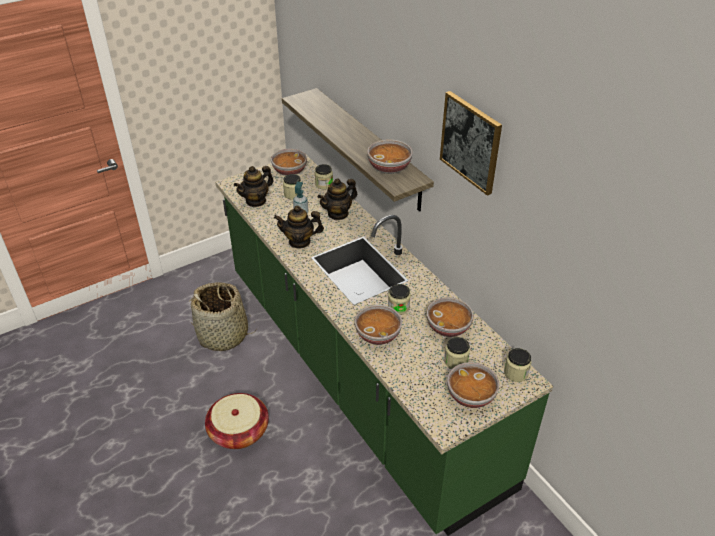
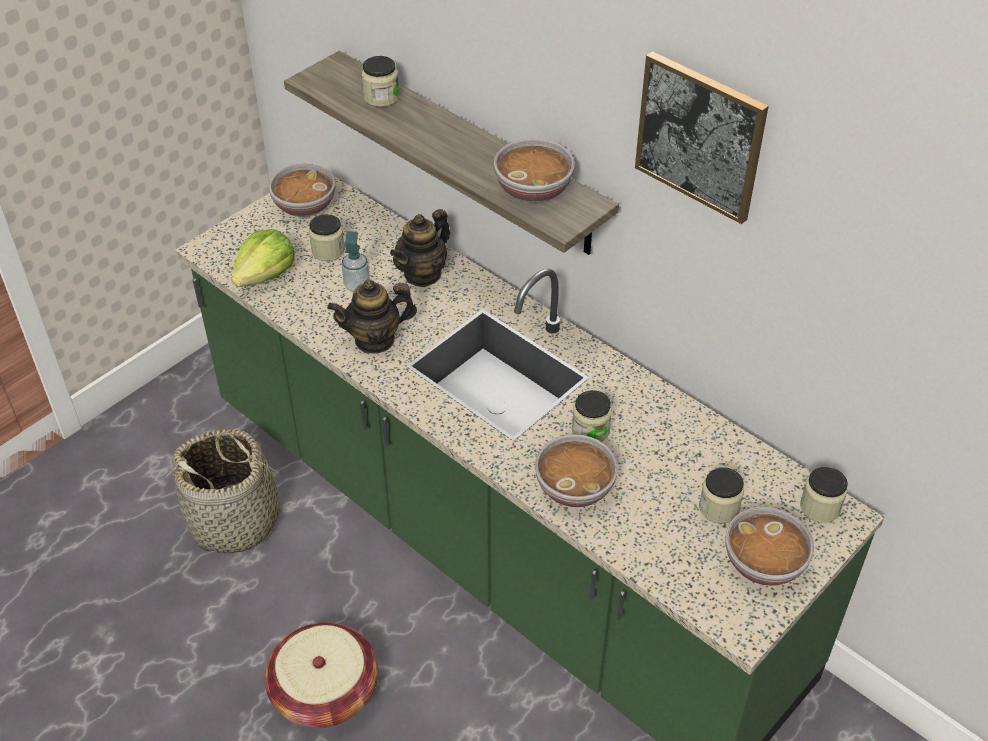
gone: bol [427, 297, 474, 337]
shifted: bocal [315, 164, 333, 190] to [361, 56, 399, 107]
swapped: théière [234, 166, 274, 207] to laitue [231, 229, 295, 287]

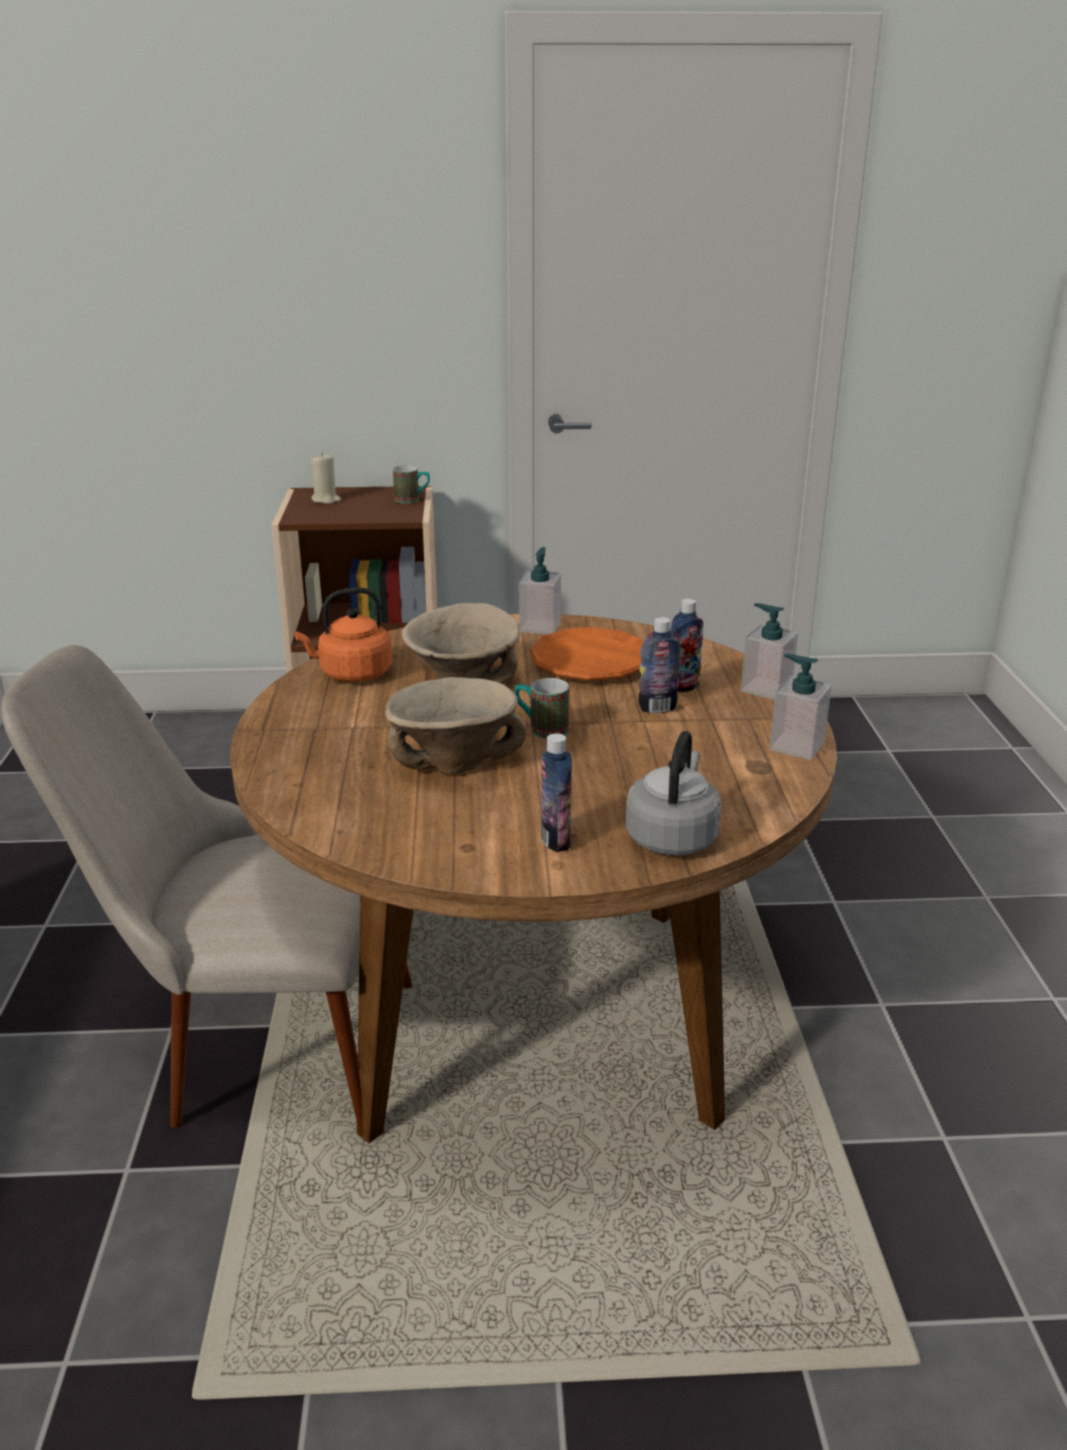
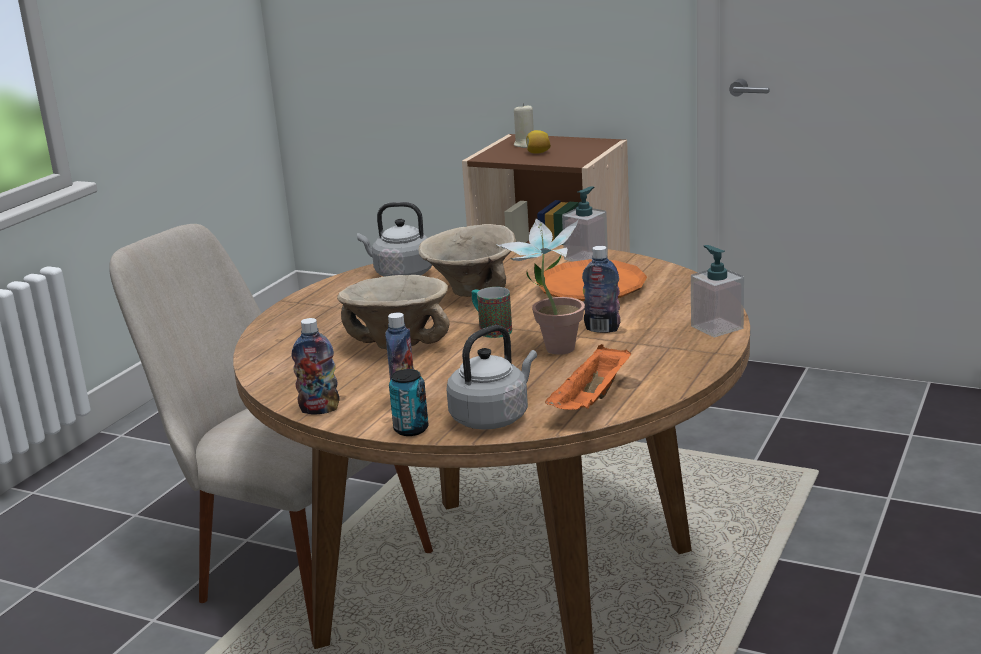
gone: mug [393, 465, 430, 503]; distributeur de savon [769, 654, 832, 760]
new: boîte métallique [389, 369, 429, 436]; plante en pot [496, 218, 585, 355]; citron [526, 130, 551, 154]; plateau (orange) [545, 344, 631, 410]
shifted: bouteille [670, 599, 703, 692] to [292, 318, 339, 414]
repainted: bouilloire (orange) [295, 588, 392, 682] to bouilloire (gris) [357, 202, 432, 277]

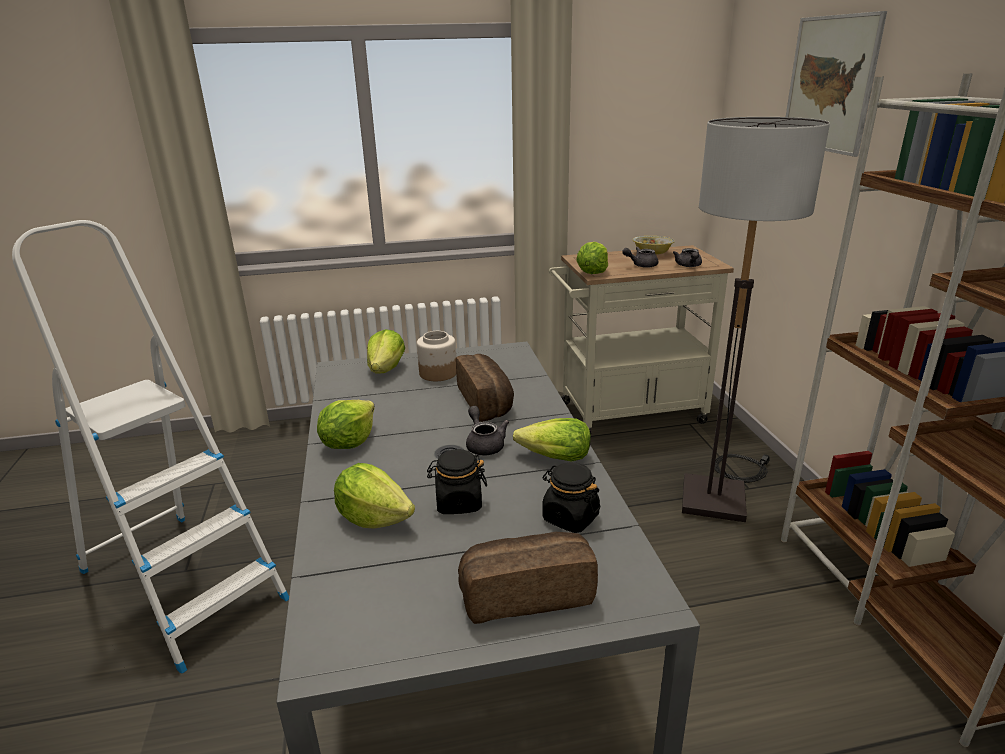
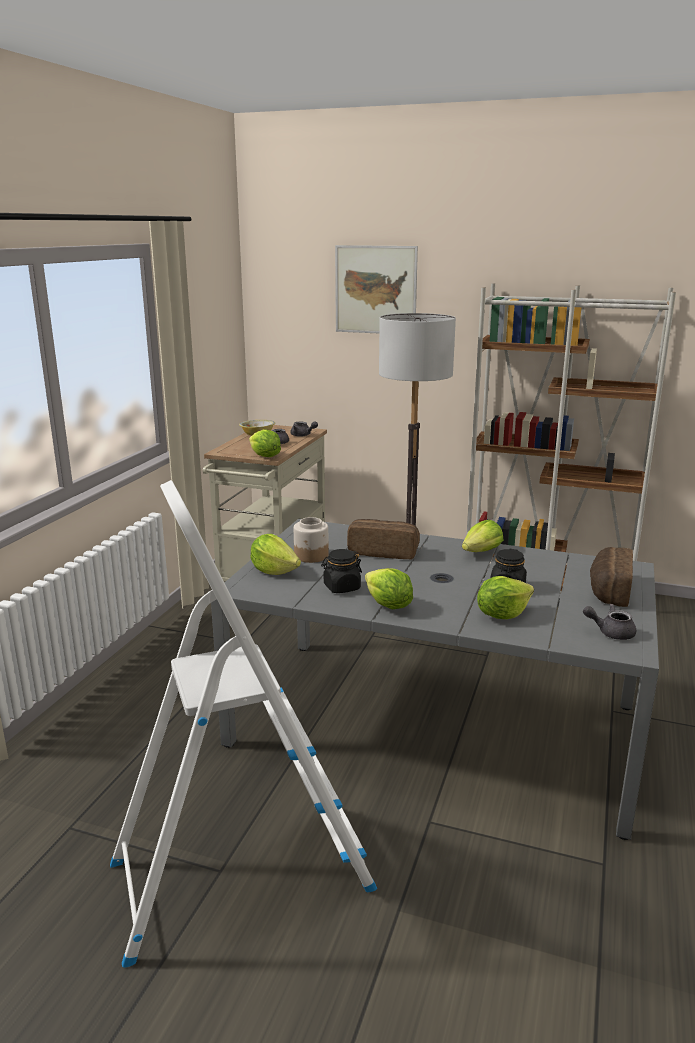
shifted: bocal (noir) [542, 462, 600, 533] to [321, 549, 362, 593]; théière (gris) [466, 406, 509, 455] to [583, 604, 636, 640]

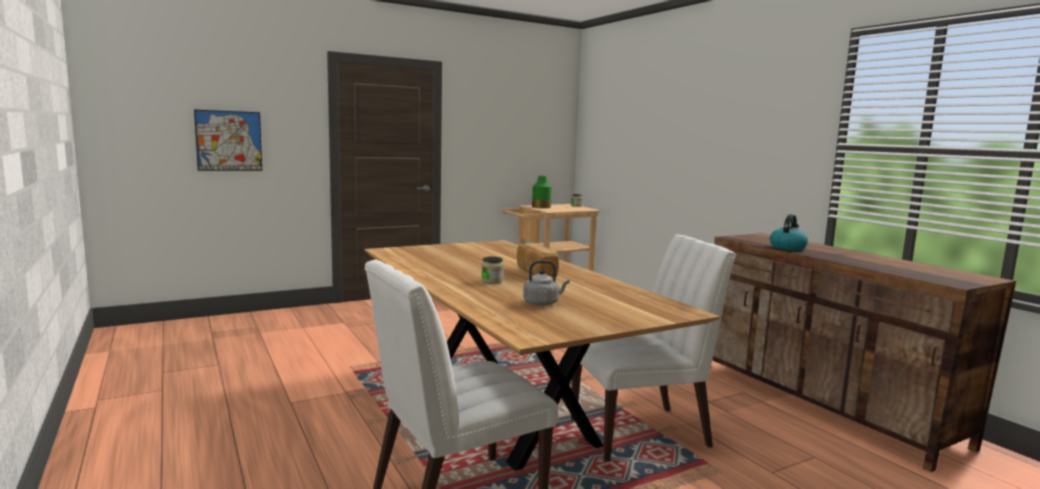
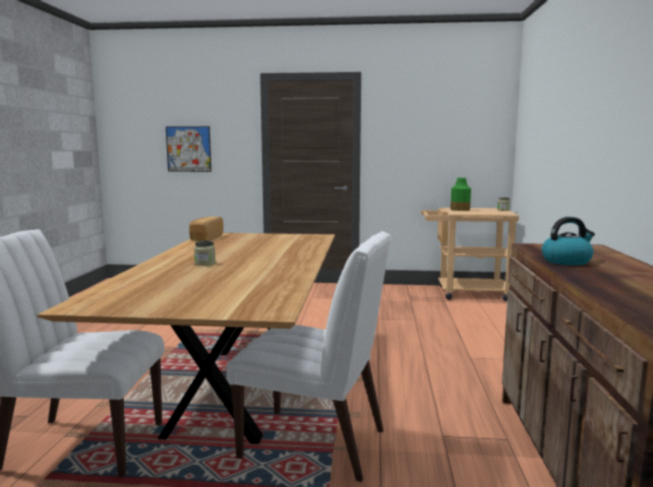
gone: bouilloire (gris) [523, 260, 570, 306]
shifted: pain [517, 243, 559, 277] to [189, 217, 224, 241]

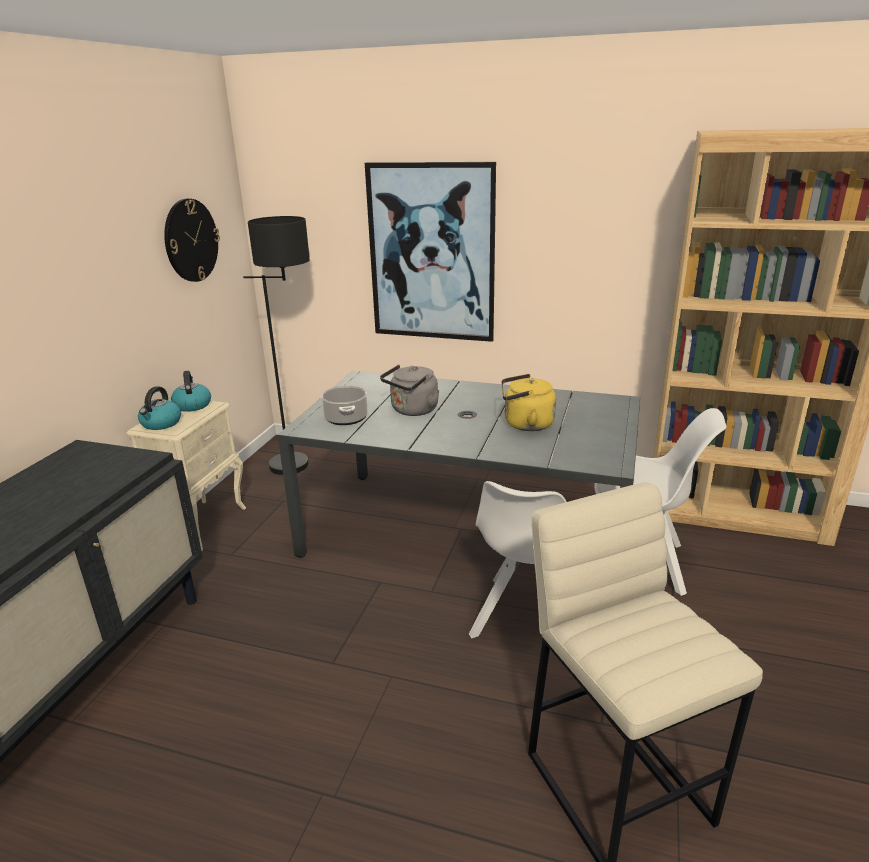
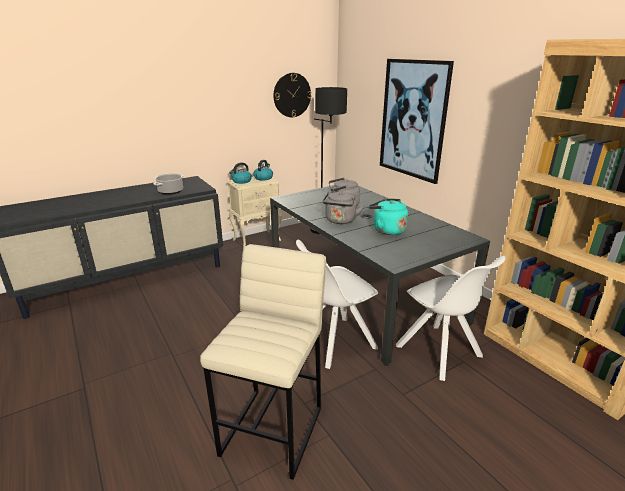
new: bouilloire (gris) [323, 191, 364, 224]
shifted: marmite [321, 386, 368, 425] to [154, 174, 184, 195]
repainted: bouilloire (jaune) [501, 374, 556, 431] to bouilloire (turquoise) [368, 199, 408, 235]

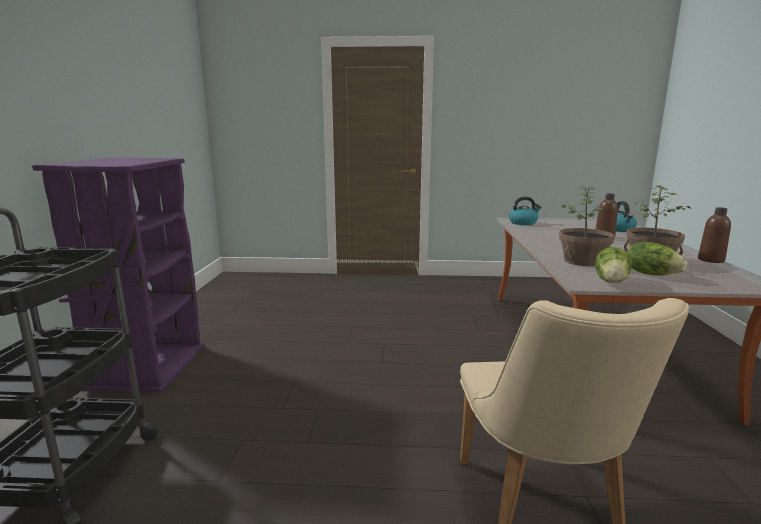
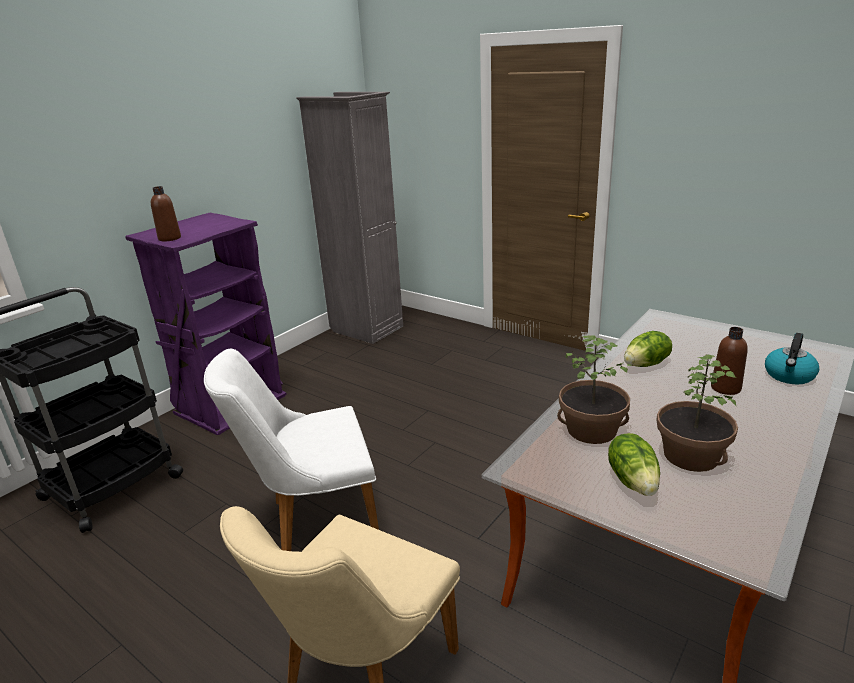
gone: bouilloire [509, 196, 541, 225]
new: chaise (blanc) [204, 349, 379, 551]; meuble de rangement (gris) [296, 92, 403, 344]
shifted: bouteille (marron) [698, 207, 731, 263] to [151, 186, 181, 241]; laitue [595, 247, 632, 283] to [624, 331, 672, 367]

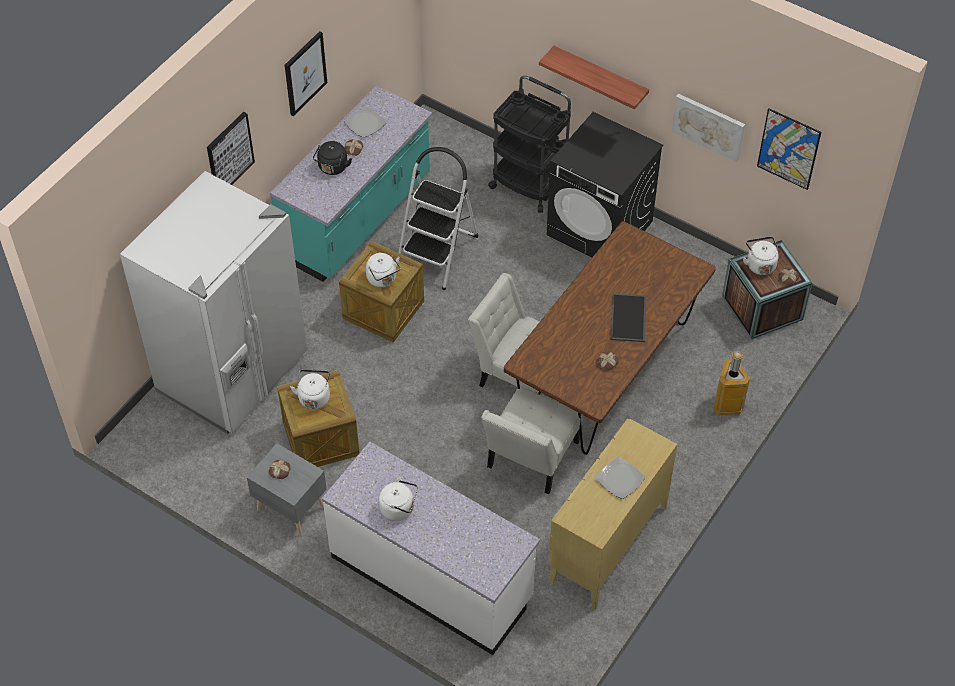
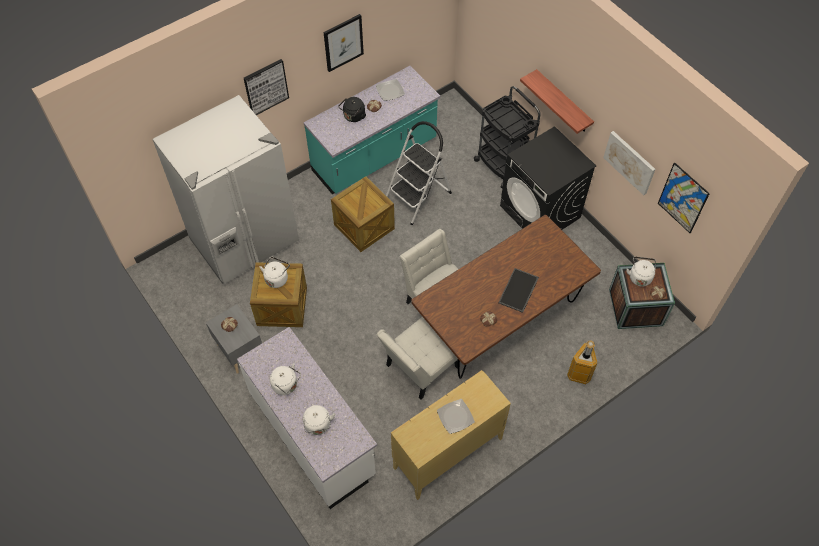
shifted: bouilloire (blanc) [366, 253, 401, 287] to [303, 405, 335, 435]

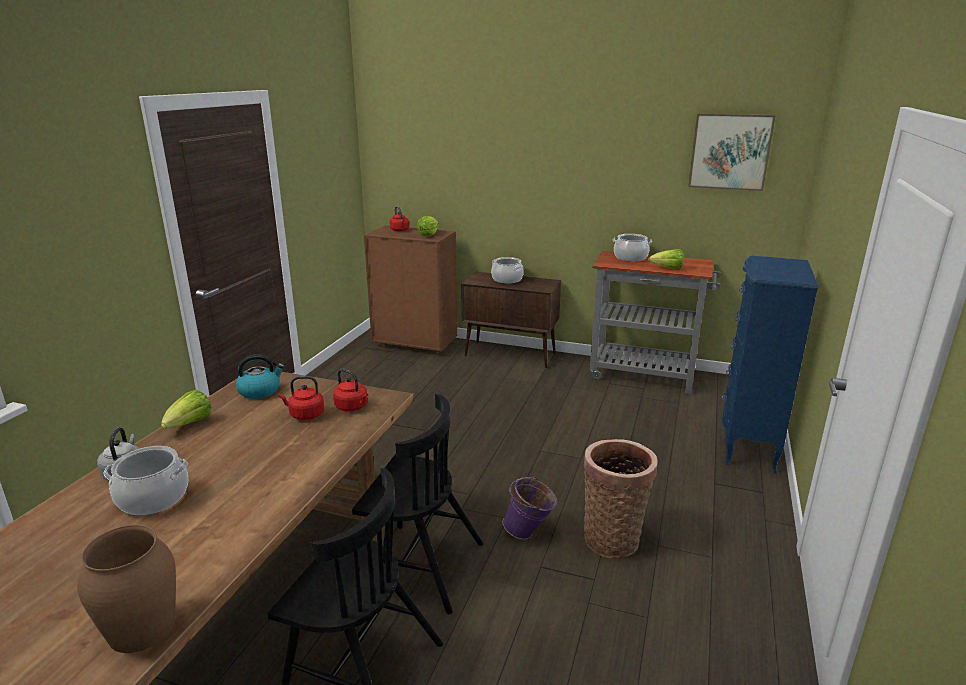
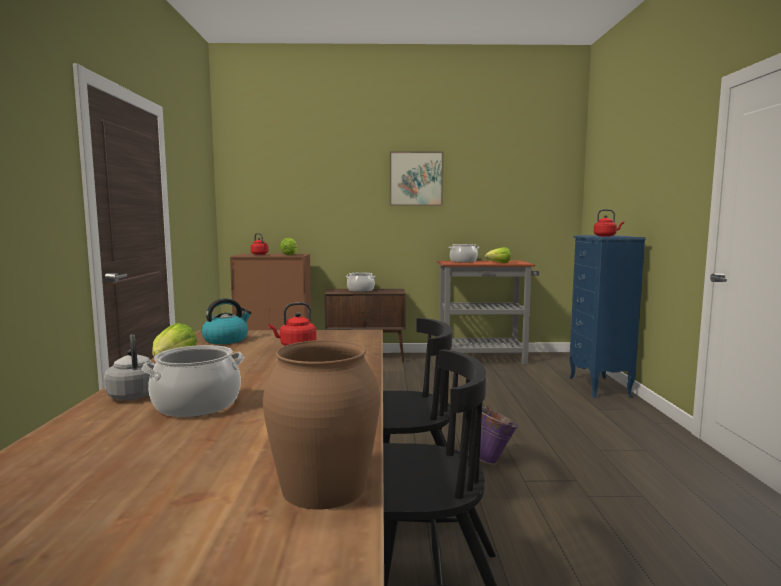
gone: panier [584, 439, 658, 559]
shifted: tableau [688, 113, 776, 191] to [390, 151, 443, 206]; bouilloire (rouge) [333, 369, 368, 411] to [594, 209, 624, 236]

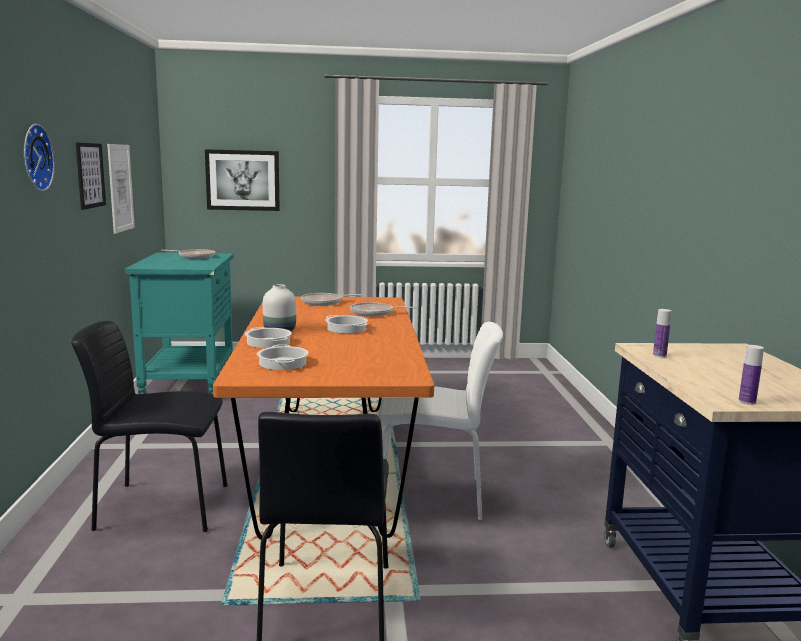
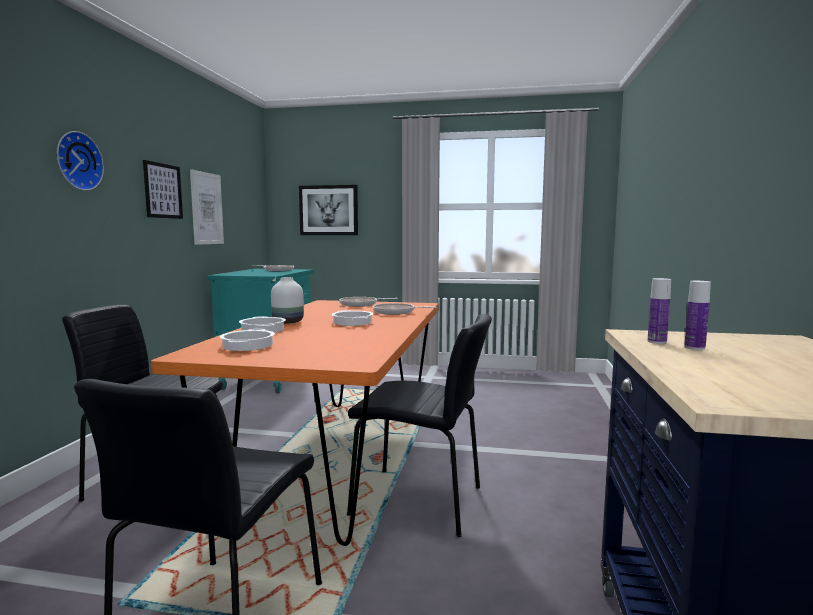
shifted: bouteille [738, 345, 764, 405] to [684, 281, 711, 350]
repainted: chaise (blanc) [378, 322, 503, 520] to chaise (noir) [347, 314, 492, 537]

